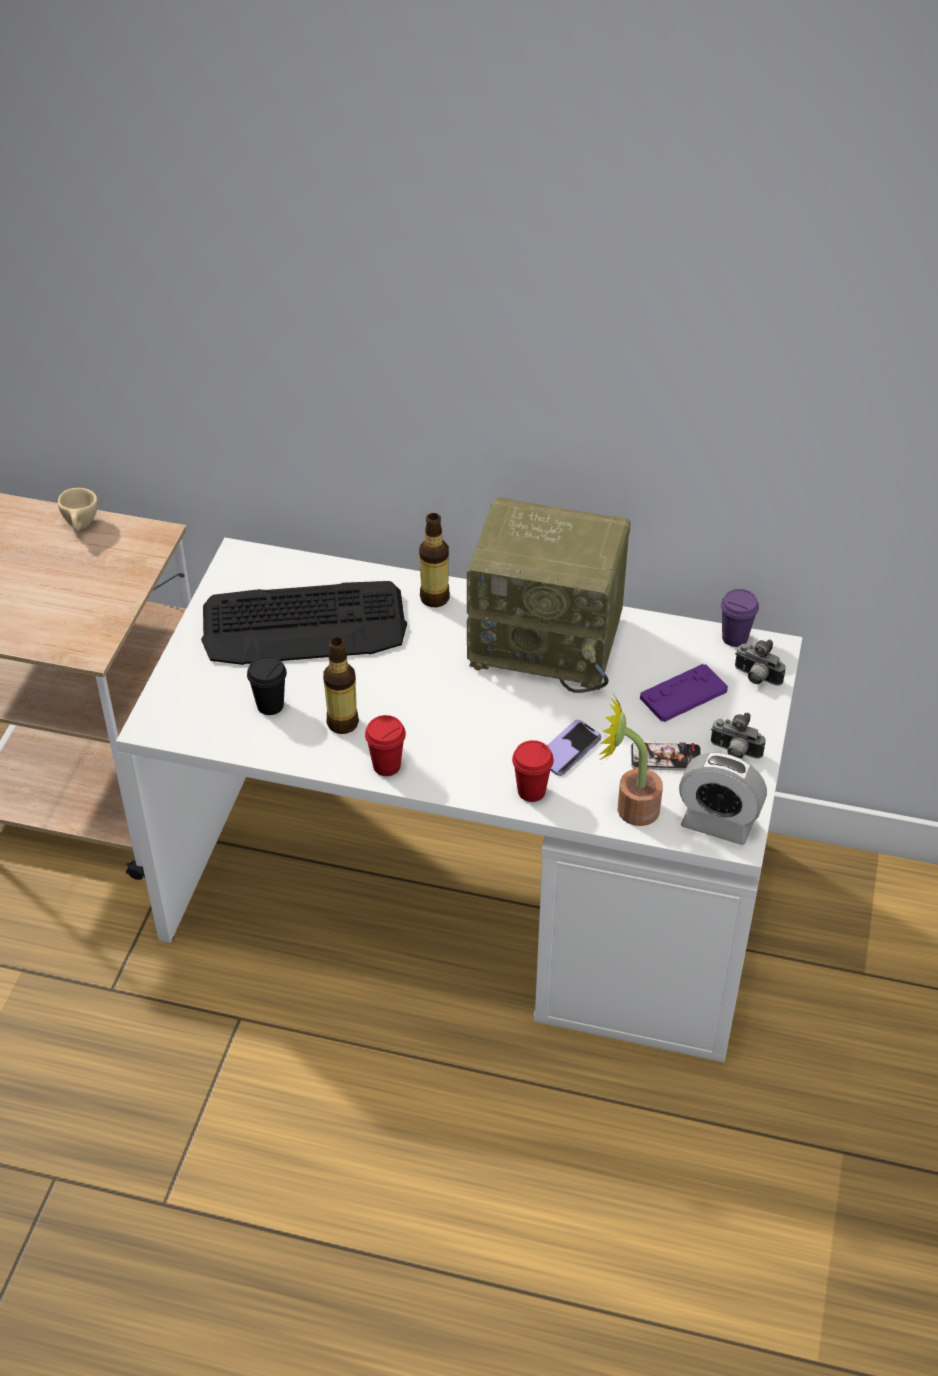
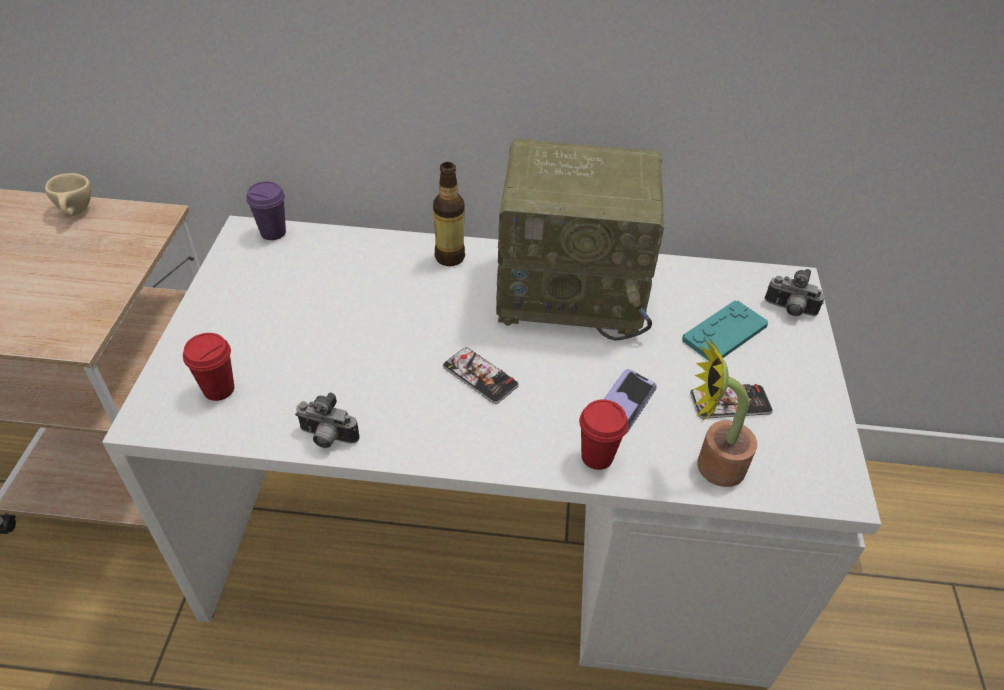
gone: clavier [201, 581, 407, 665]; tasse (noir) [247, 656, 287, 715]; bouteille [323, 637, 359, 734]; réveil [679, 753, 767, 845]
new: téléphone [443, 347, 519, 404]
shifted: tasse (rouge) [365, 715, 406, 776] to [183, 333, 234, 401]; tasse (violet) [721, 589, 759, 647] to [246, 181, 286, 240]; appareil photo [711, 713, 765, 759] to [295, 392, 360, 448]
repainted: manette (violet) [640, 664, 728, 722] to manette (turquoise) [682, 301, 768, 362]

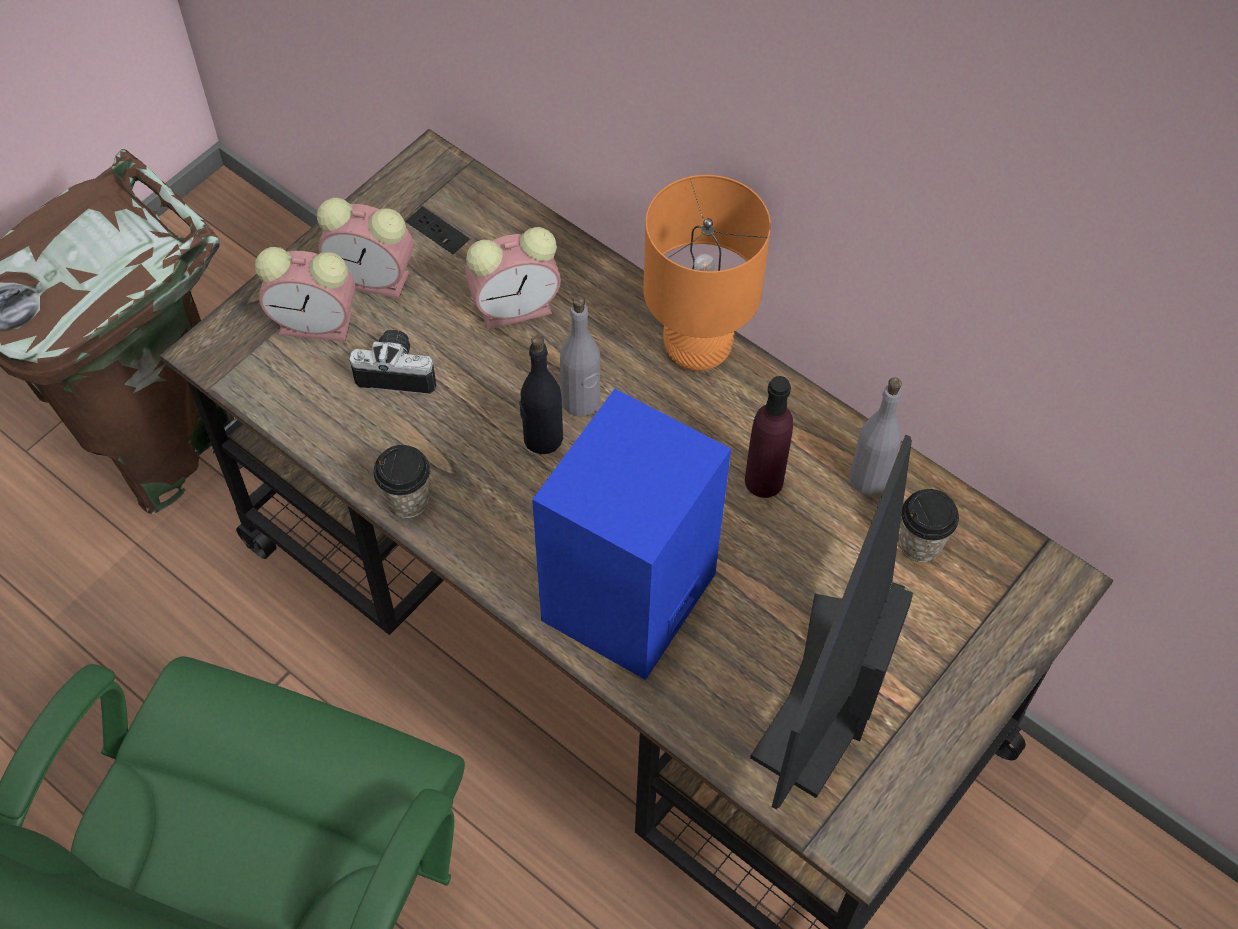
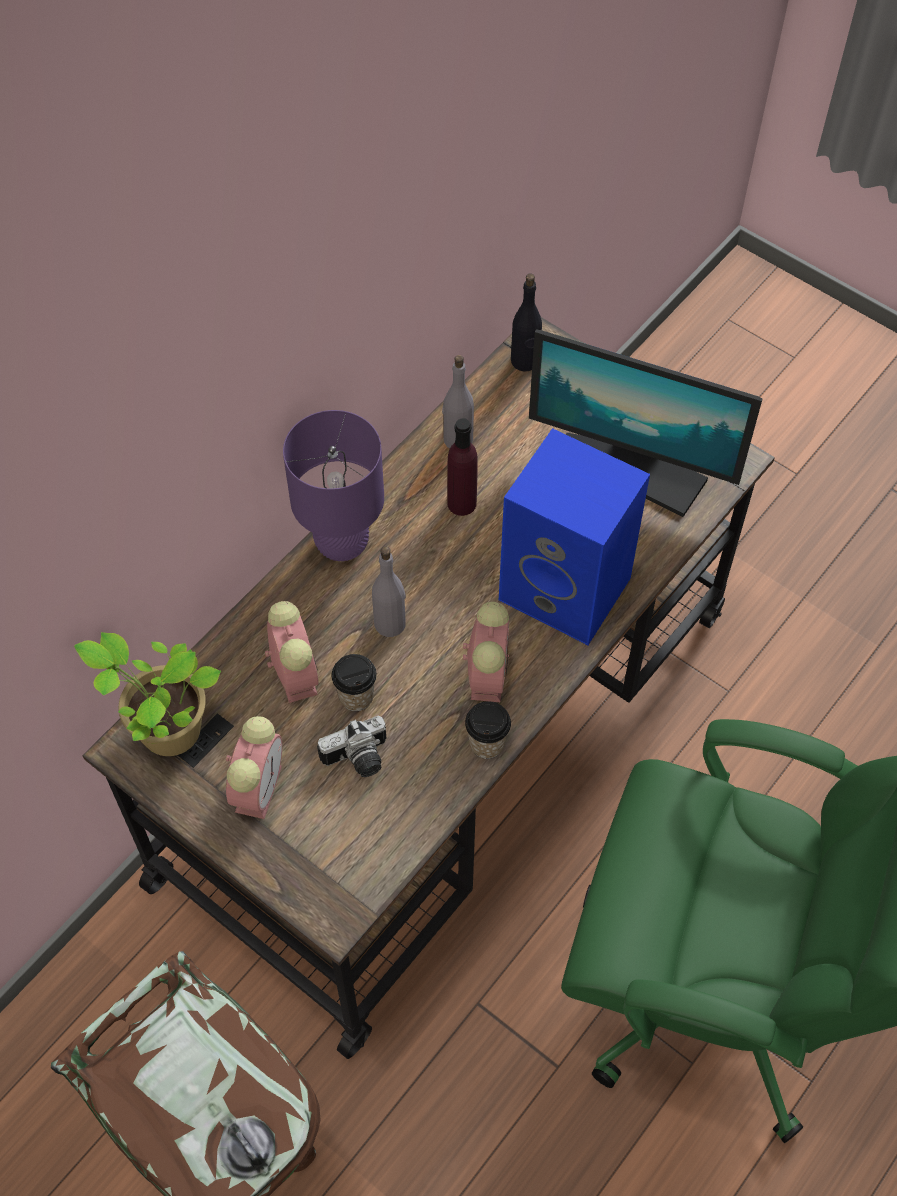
new: plante en pot [74, 632, 221, 756]
shifted: tasse [899, 489, 959, 562] to [331, 654, 377, 711]; réveil [255, 247, 355, 342] to [463, 602, 509, 702]; bouteille (noir) [519, 335, 563, 454] to [511, 273, 542, 372]
repainted: lampe de table (orange) [643, 175, 771, 371] to lampe de table (violet) [283, 410, 384, 561]
rotated: appareil photo [350, 330, 436, 394] = [317, 716, 386, 777] 120 degrees counterclockwise

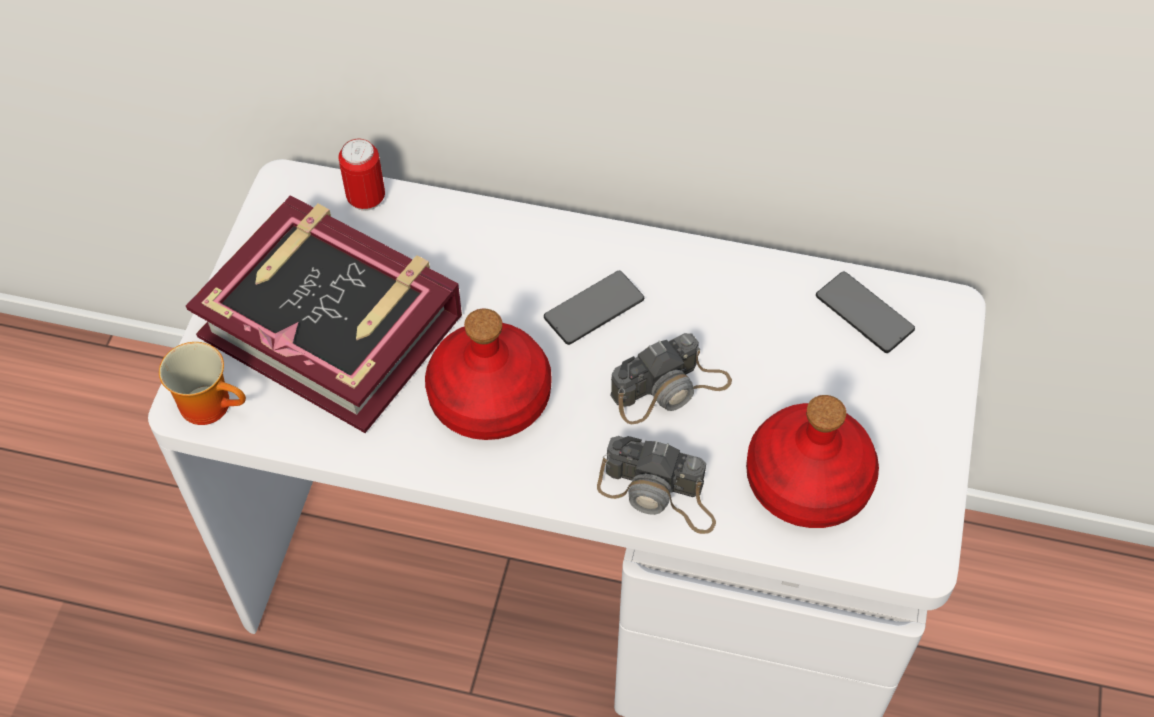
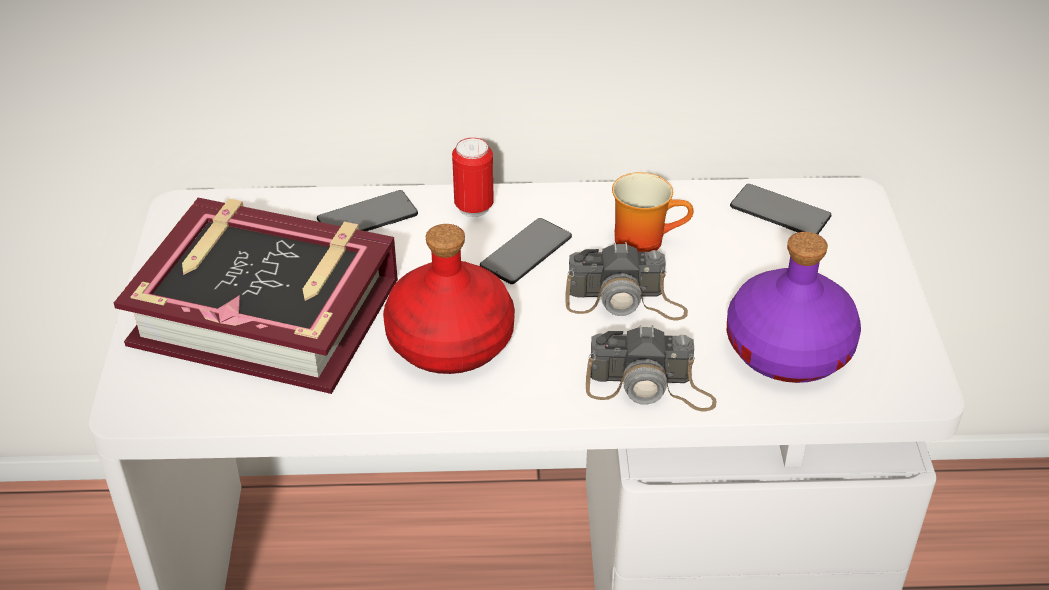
new: téléphone [317, 190, 418, 231]
shifted: boîte métallique [338, 139, 385, 211] to [452, 137, 494, 217]; mug [159, 342, 246, 425] to [612, 172, 694, 252]
repainted: bouteille (rouge) [746, 395, 879, 528] to bouteille (violet) [727, 232, 861, 383]
rotated: appareil photo [610, 333, 732, 424] = [565, 242, 688, 321] 45 degrees clockwise

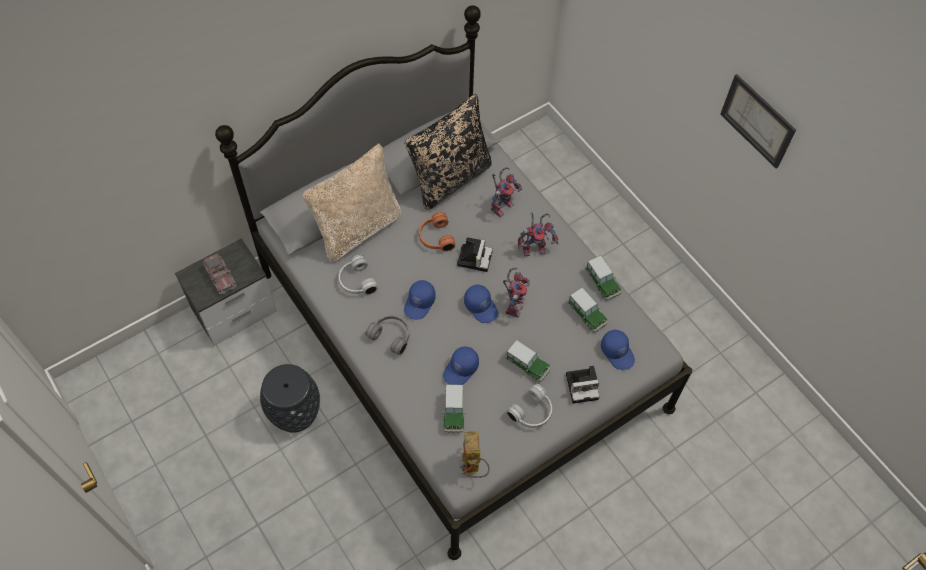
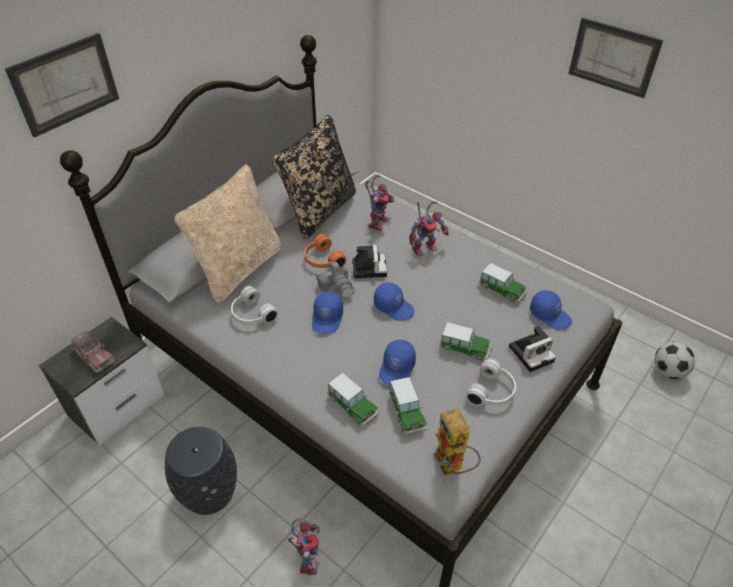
gone: casque audio (gris) [365, 315, 410, 355]
new: tableau [5, 33, 119, 138]; appareil photo [316, 262, 355, 298]; ballon de foot [654, 342, 695, 379]
shifted: robot jouet [503, 267, 530, 318] to [288, 518, 320, 575]; petite voiture [585, 255, 621, 300] to [327, 373, 379, 427]

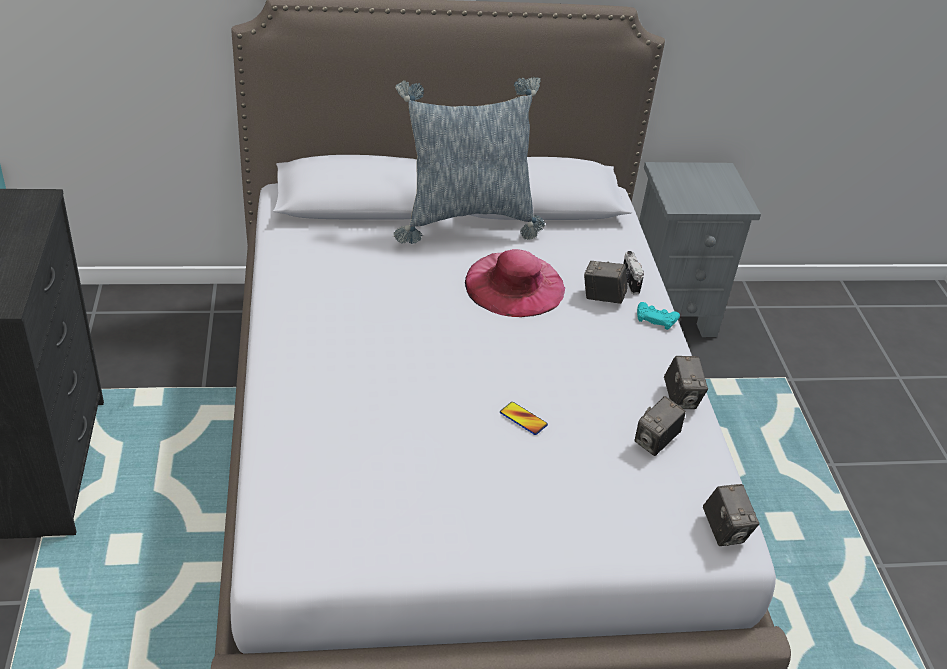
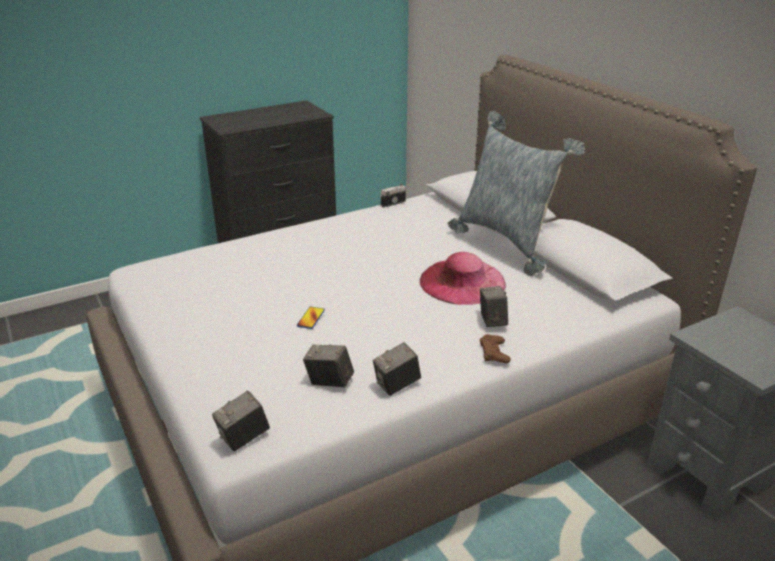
shifted: appareil photo [623, 251, 644, 294] to [380, 184, 406, 208]
repainted: manette (turquoise) [637, 302, 680, 330] to manette (marron) [480, 334, 511, 363]

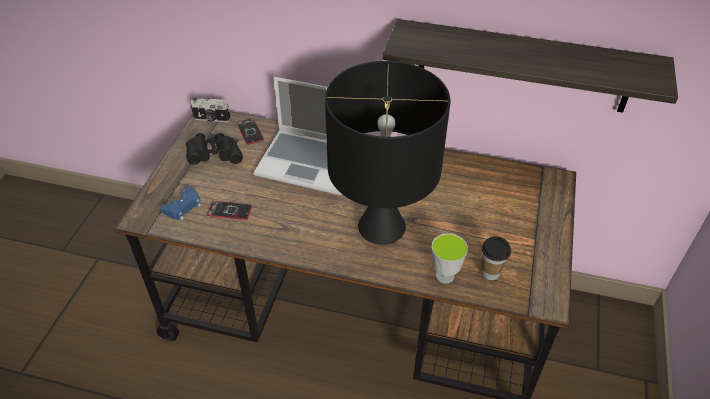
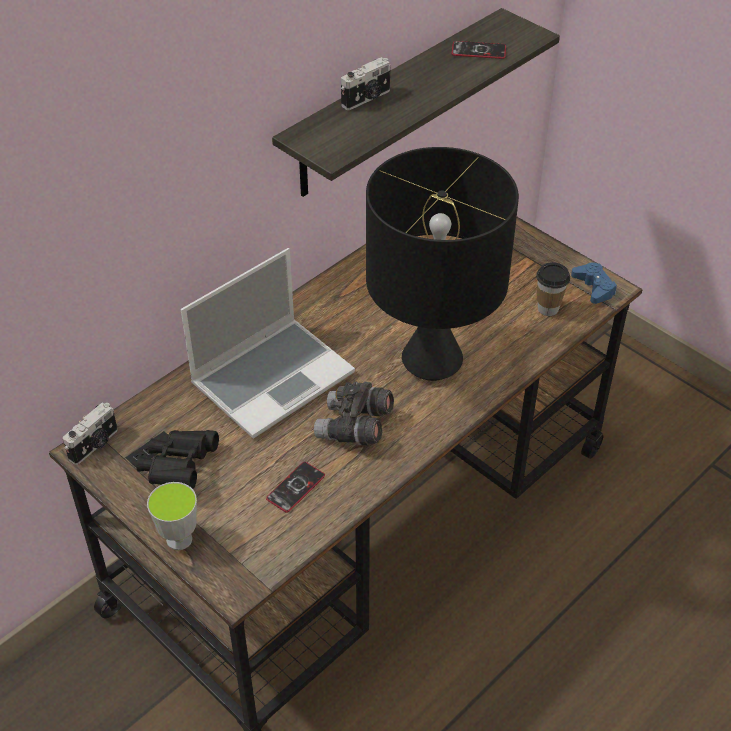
new: jumelles (gris) [314, 381, 394, 445]; appareil photo [341, 57, 391, 110]
shifted: tasse [432, 233, 468, 284] to [147, 482, 197, 550]; téléphone [237, 118, 264, 145] to [452, 41, 506, 59]; manette (bleu) [160, 186, 201, 220] to [571, 262, 617, 304]

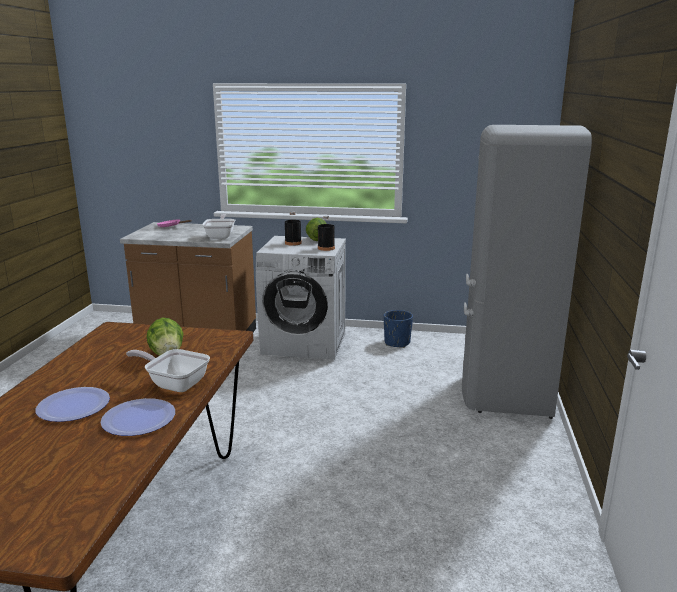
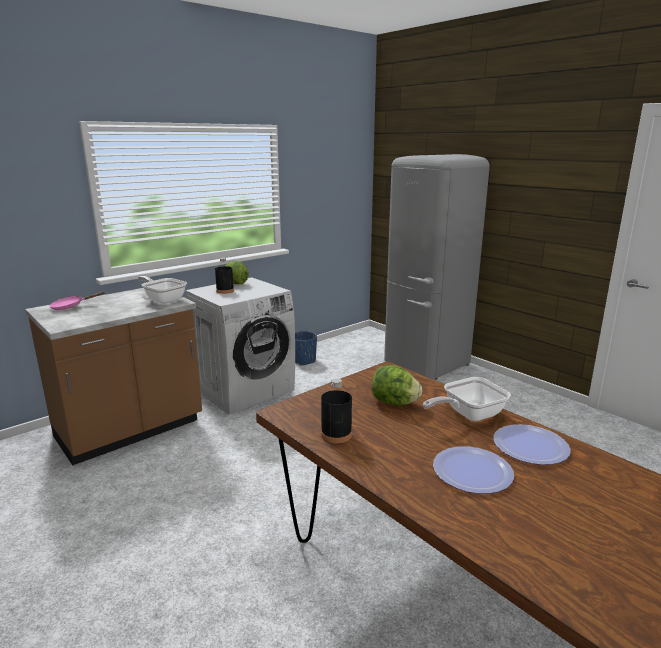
shifted: bouteille (noir) [318, 215, 335, 251] to [321, 378, 352, 443]

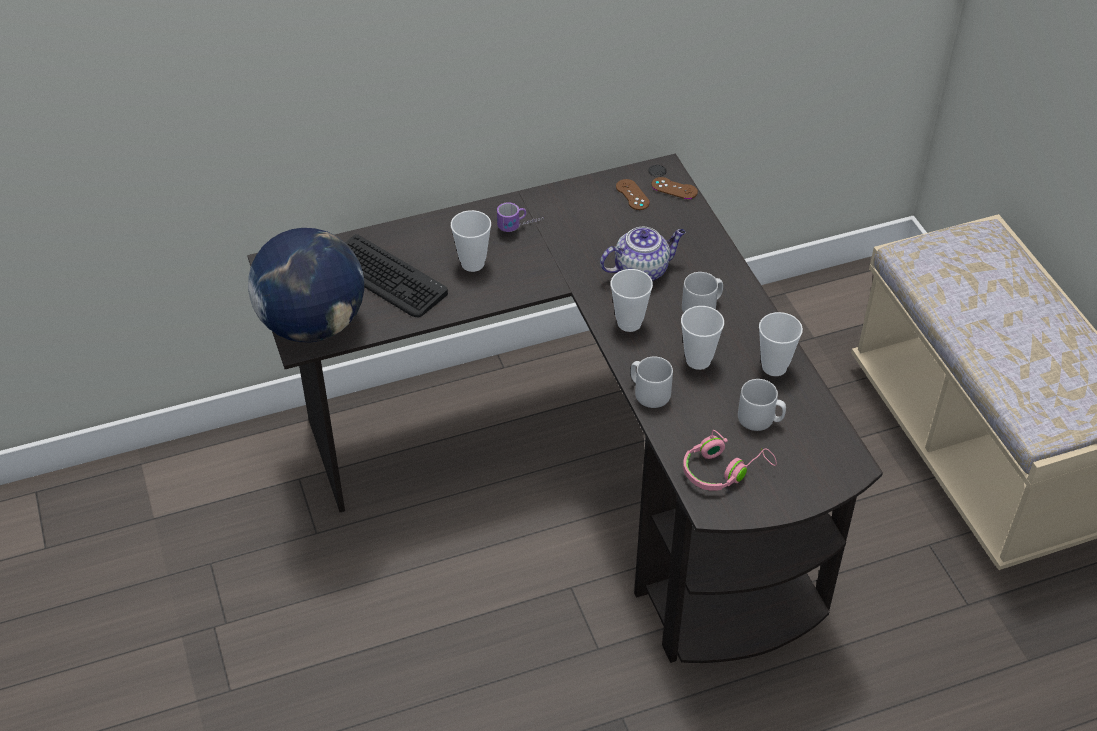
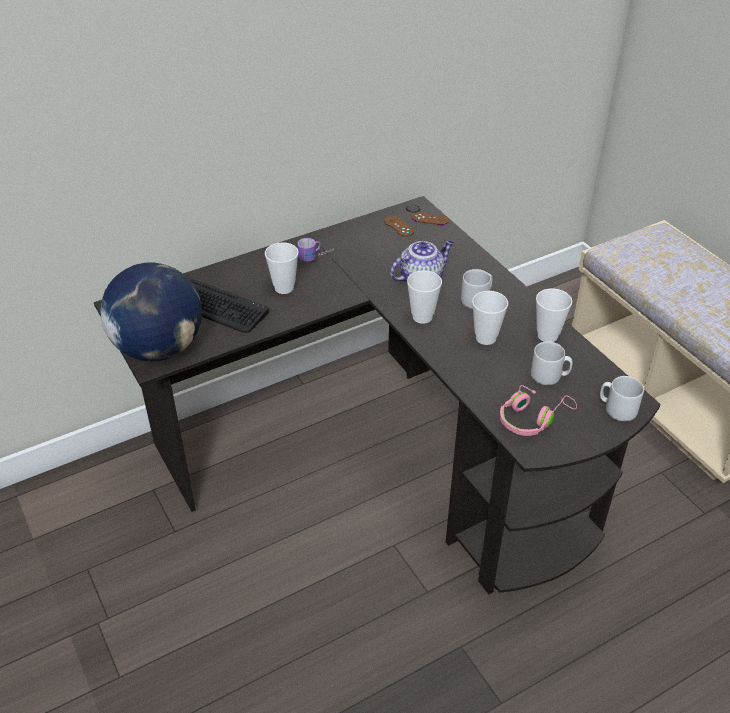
shifted: mug (gris) [631, 357, 673, 408] to [600, 376, 644, 421]

